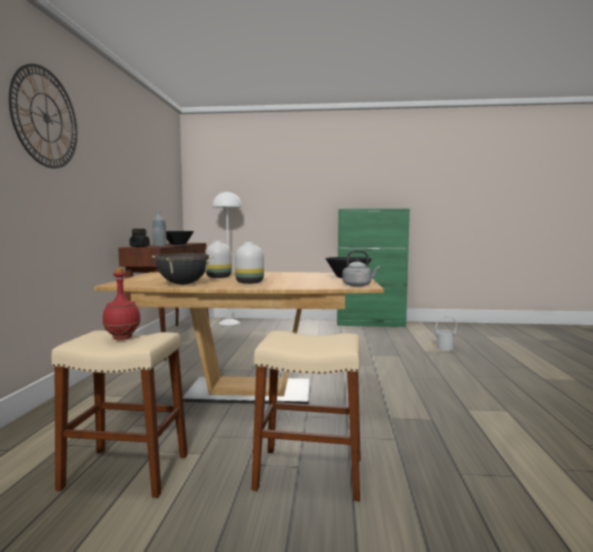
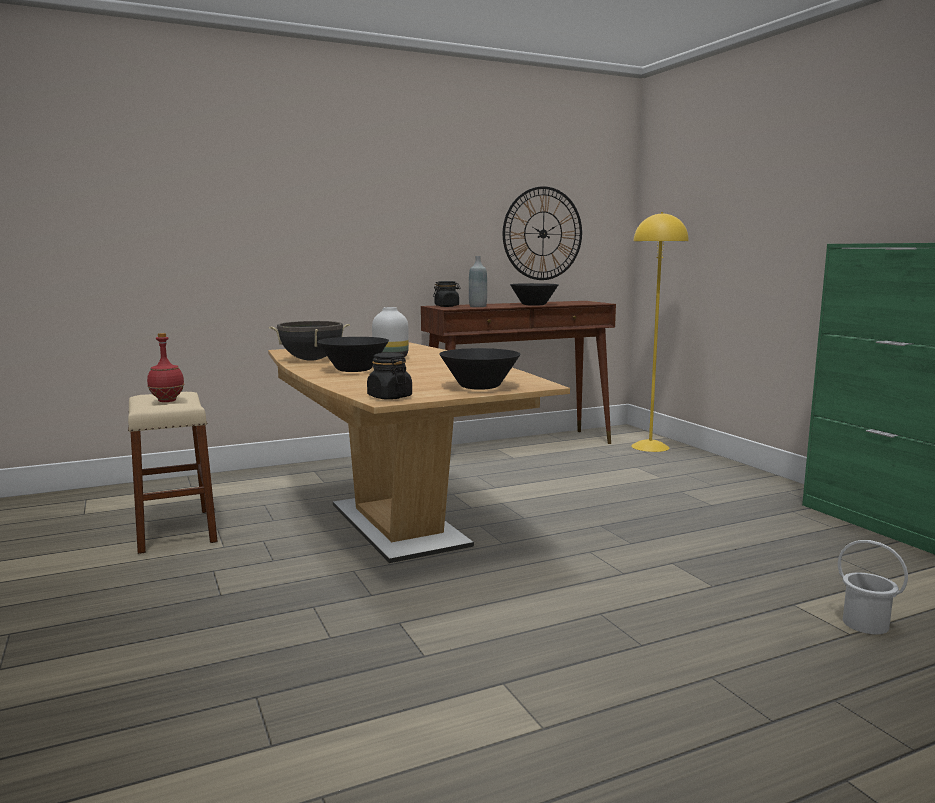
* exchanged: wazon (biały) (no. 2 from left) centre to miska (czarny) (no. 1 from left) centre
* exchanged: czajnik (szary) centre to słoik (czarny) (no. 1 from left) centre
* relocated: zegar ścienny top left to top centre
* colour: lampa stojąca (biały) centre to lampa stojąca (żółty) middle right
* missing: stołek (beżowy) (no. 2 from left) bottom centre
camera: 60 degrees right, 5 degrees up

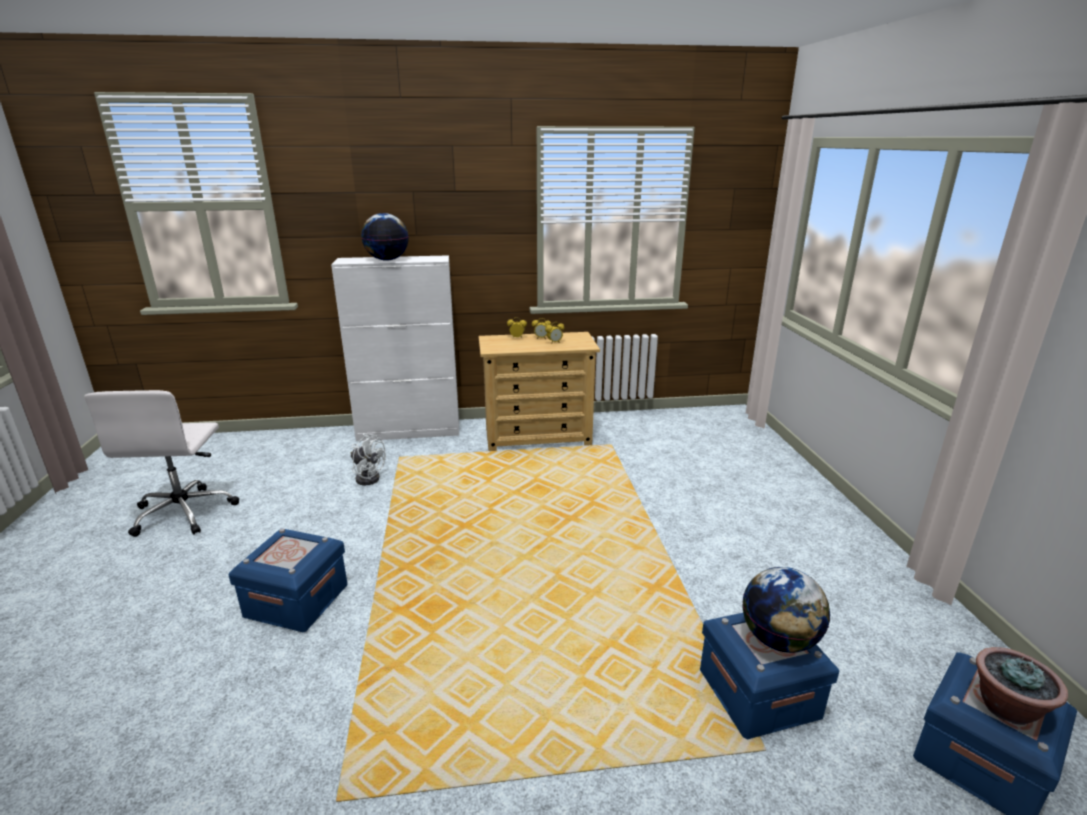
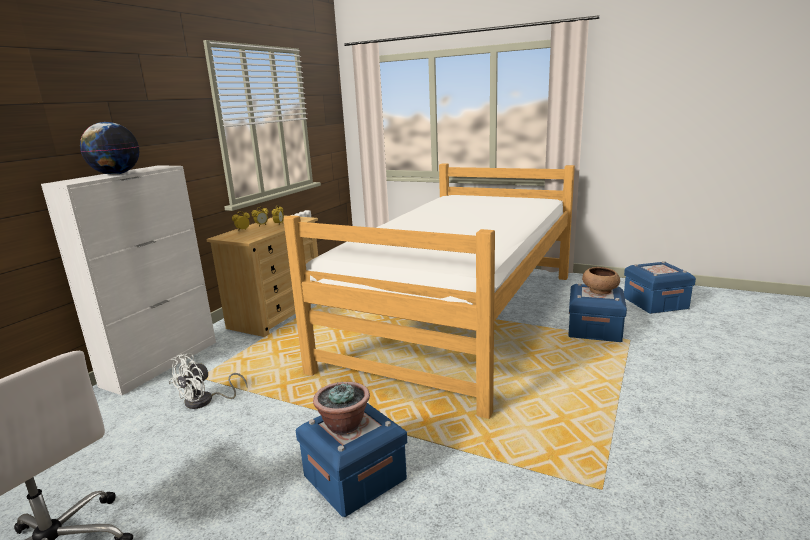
* spun: wentylator (biały) centre = bottom left 150 degrees clockwise
* appeared: łóżko centre
* relocated: roślina doniczkowa bottom right to bottom centre
* exchanged: globus (no. 2 from left) bottom right to miska (brązowy) middle right
camera: 55 degrees left, 5 degrees down

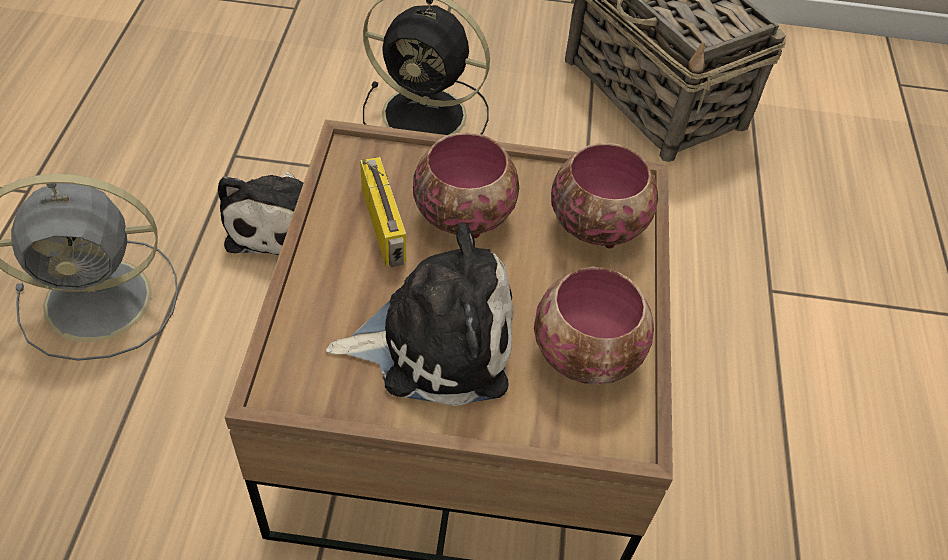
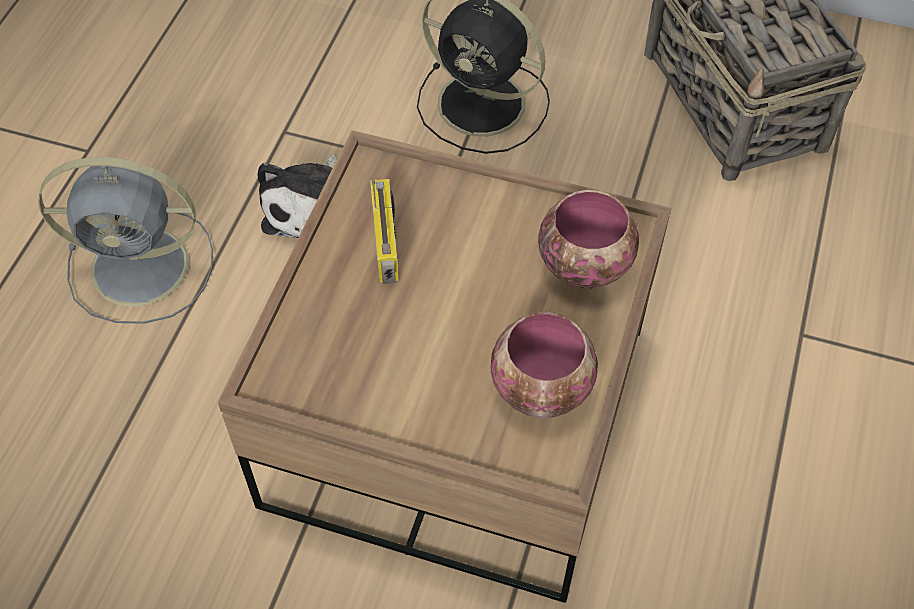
* missing: pluszak (no. 2 from left) centre
* missing: miska (no. 1 from left) top centre
camera: 15 degrees right, 5 degrees up

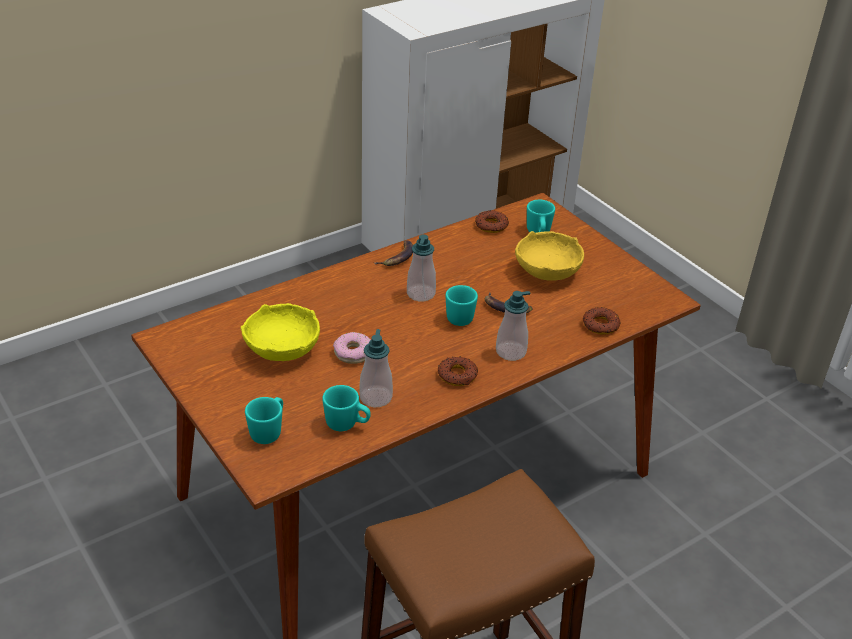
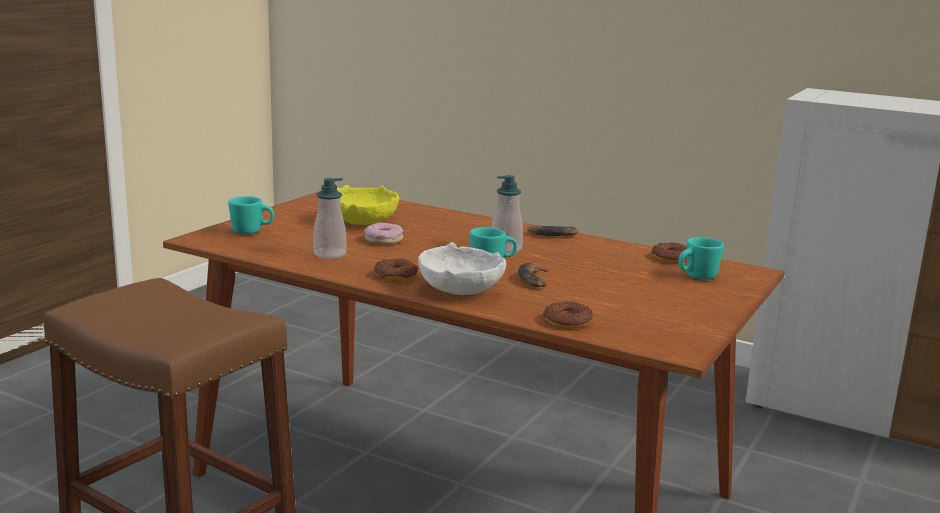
* exchanged: dozownik mydła (no. 3 from left) centre to miska (biały) centre
* missing: kubek (turkusowy) (no. 2 from left) centre
* missing: miska (żółty) (no. 2 from left) centre
camera: 65 degrees right, 20 degrees down

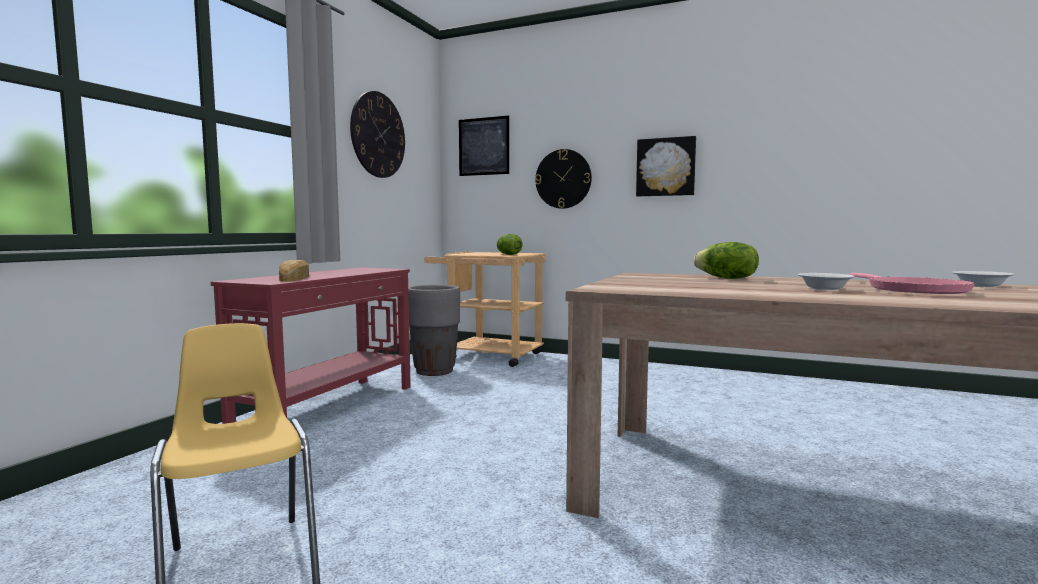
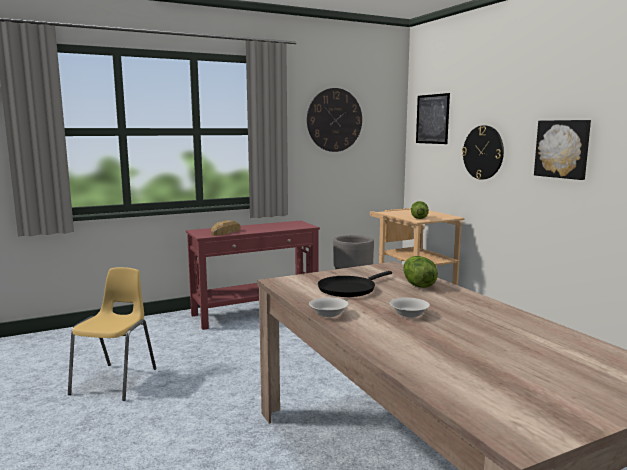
* relocated: miska (biały) (no. 2 from left in the first image) middle right to miska (biały) (no. 1 from left) centre
* appeared: patelnia (czarny) centre
* missing: patelnia (różowy) middle right
camera: 40 degrees right, 5 degrees up

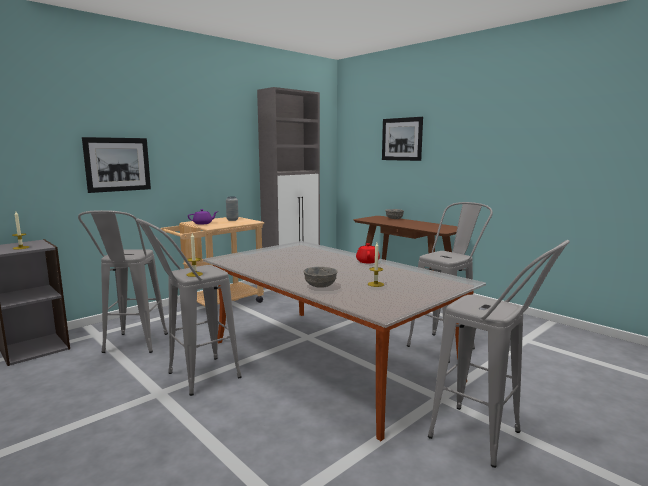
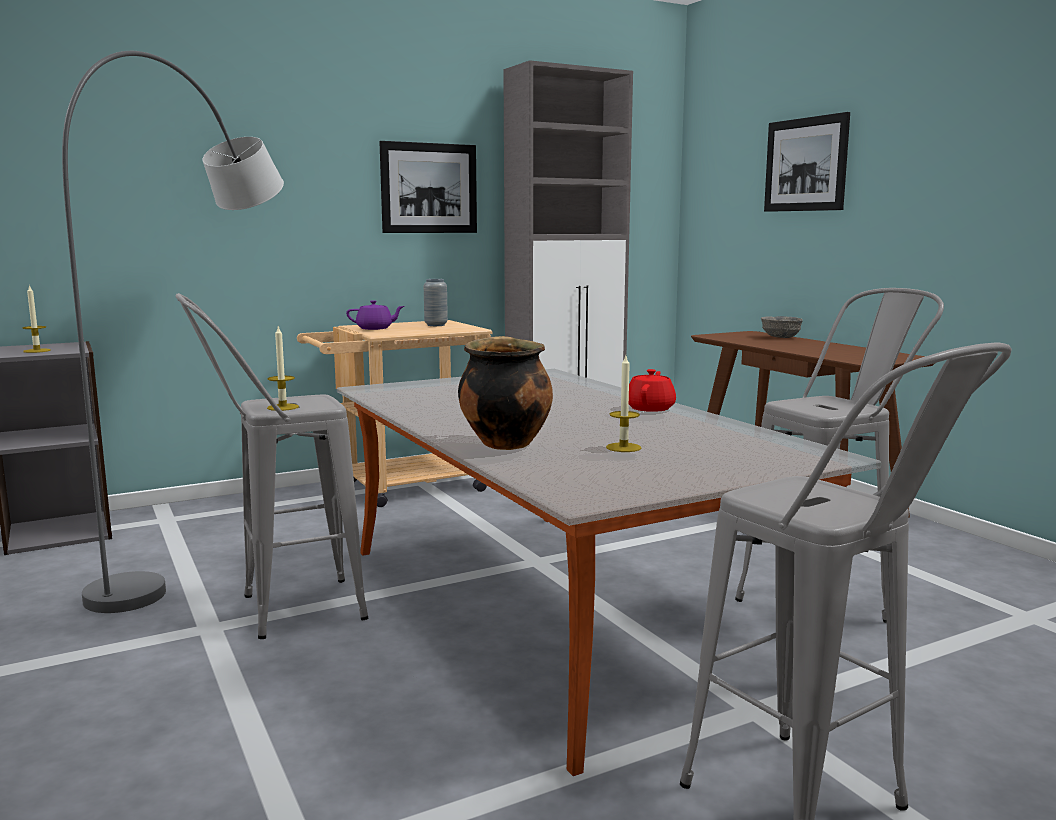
* exchanged: stołek (szary) (no. 1 from left) middle left to lampa stojąca (szary) middle left
* relocated: obraz (no. 1 from left) middle left to top centre
* exchanged: miska (szary) (no. 1 from left) centre to garnek centre
camera: 15 degrees right, 0 degrees up

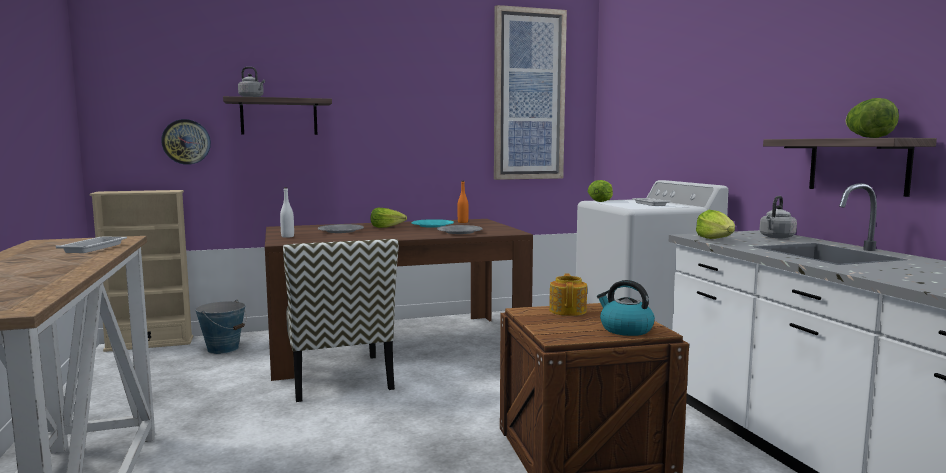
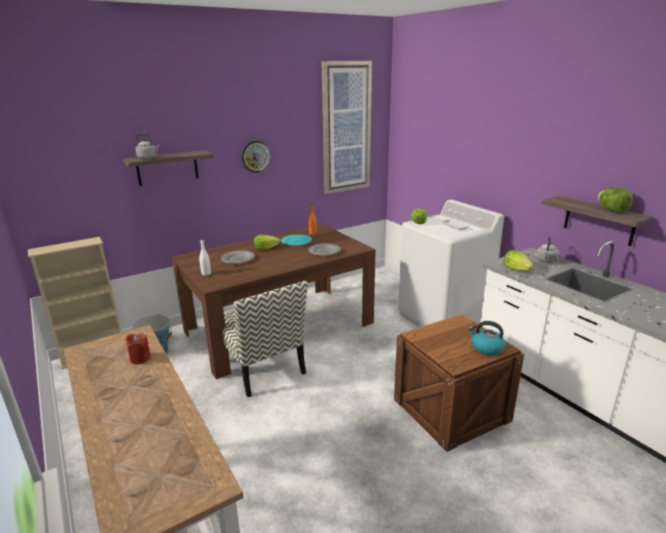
* exchanged: taca (biały) (no. 1 from left) middle left to świeca (czerwony) middle left
* relocated: zegar ścienny top left to top centre
* missing: imbryk centre
camera: 15 degrees left, 15 degrees up

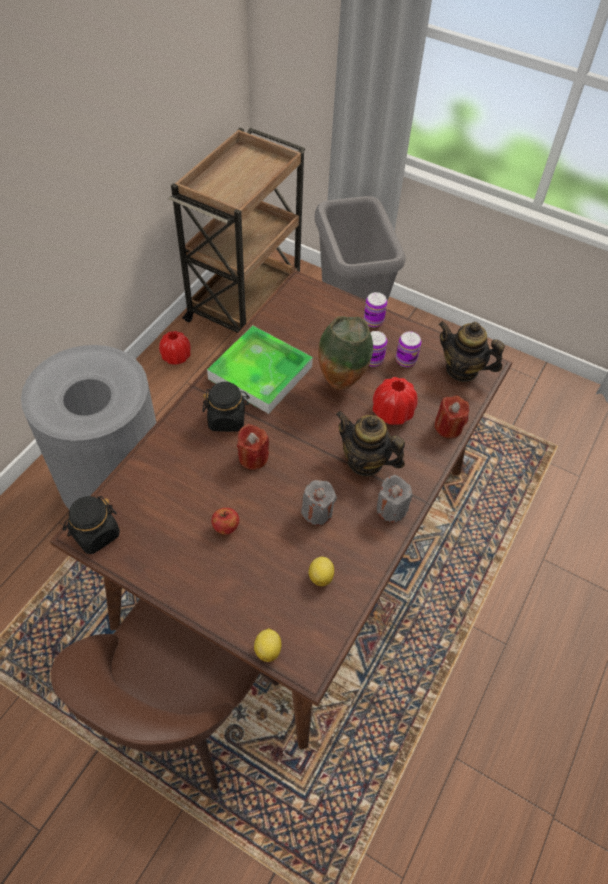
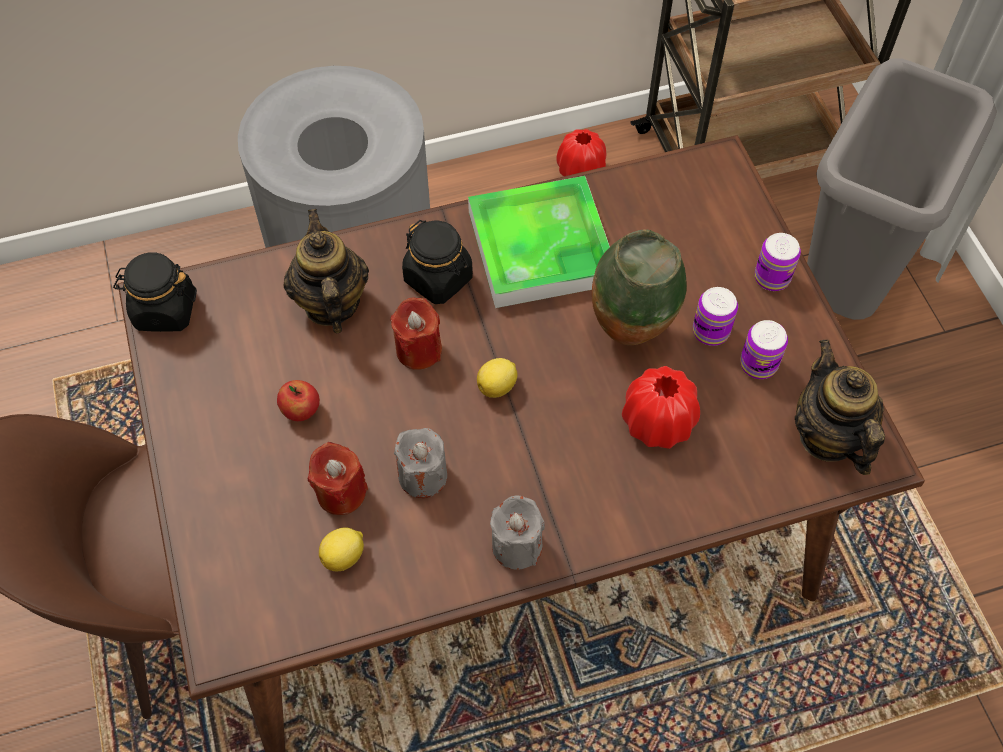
* relocated: imbryk (no. 1 from left) centre to middle left
* relocated: świeca (czerwony) (no. 2 from left in the first image) middle right to świeca (czerwony) (no. 1 from left) centre
* relocated: cytryna (no. 1 from left in the first image) bottom centre to cytryna (no. 2 from left) centre
camera: 45 degrees right, 5 degrees up

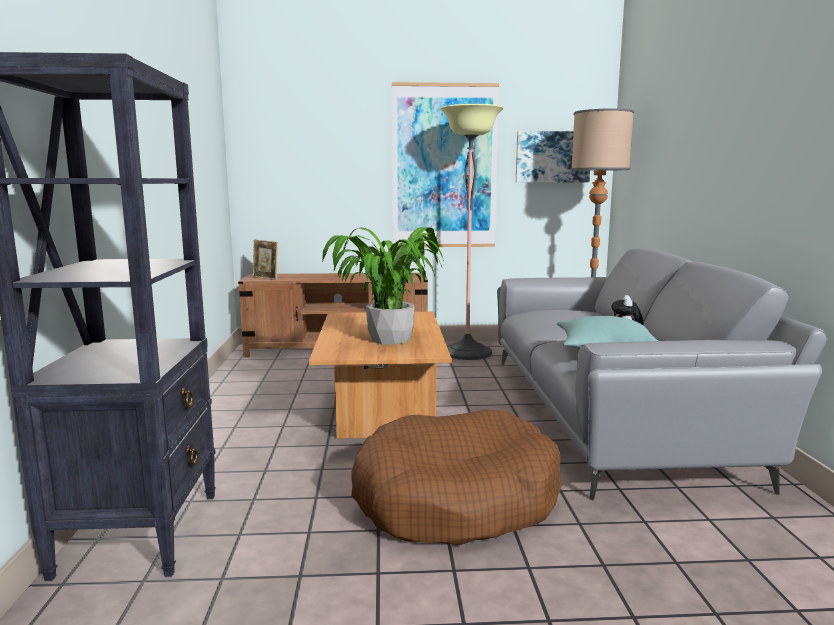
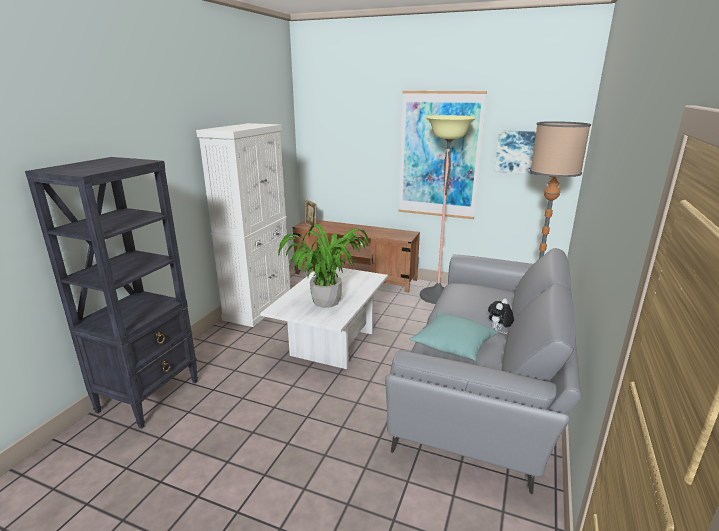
* appeared: szafka (biały) centre
* colour: ława (brązowy) centre to ława (biały) centre
* missing: legowisko (brązowy) bottom centre
camera: 25 degrees right, 10 degrees up

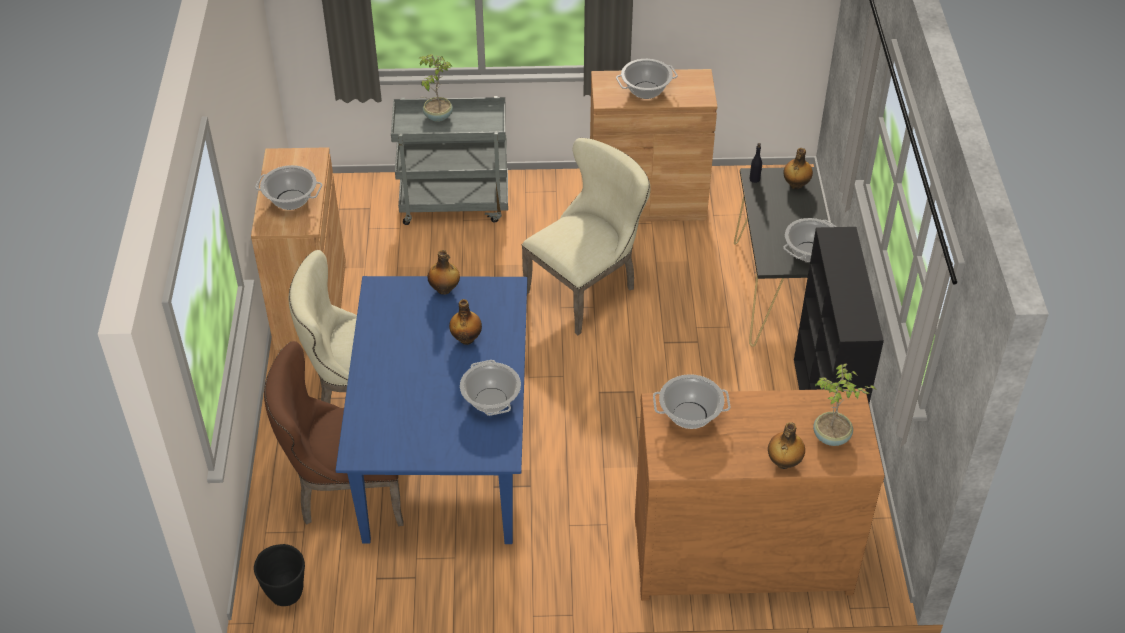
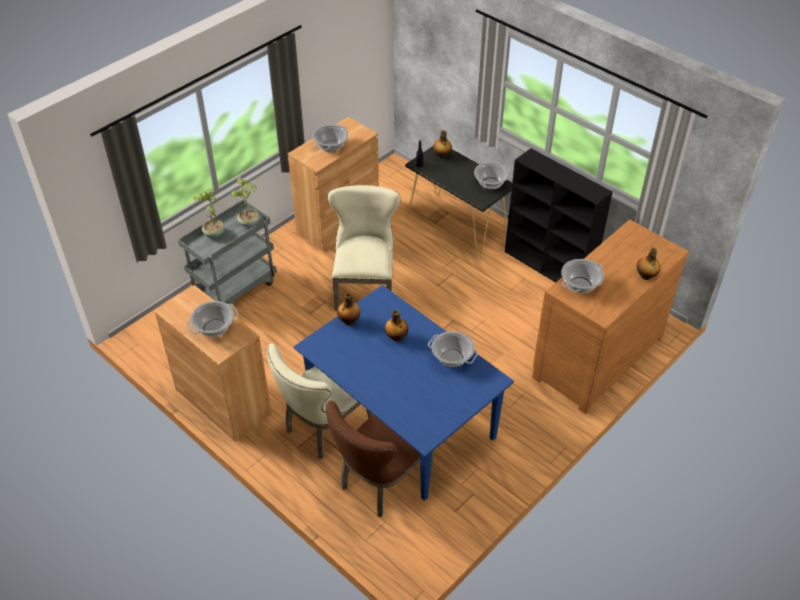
* relocated: roślina doniczkowa (no. 2 from left) middle right to middle left
* missing: donica (czarny) bottom left
camera: 45 degrees left, 0 degrees up

